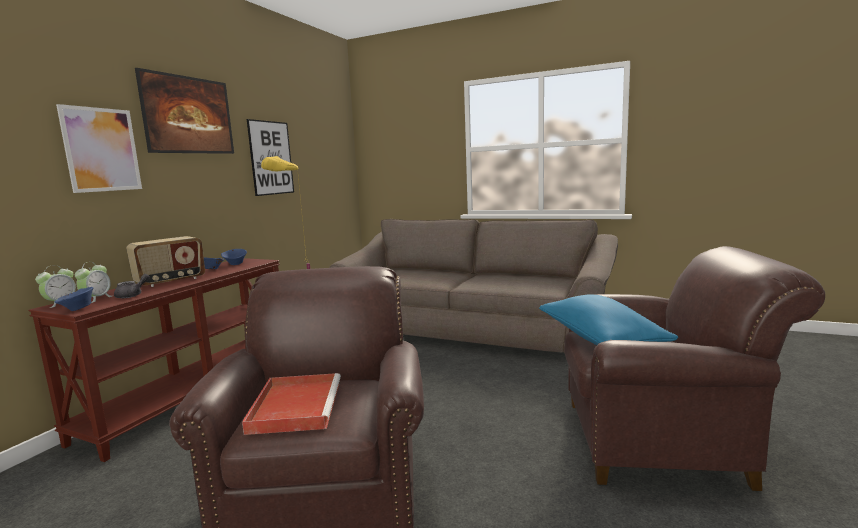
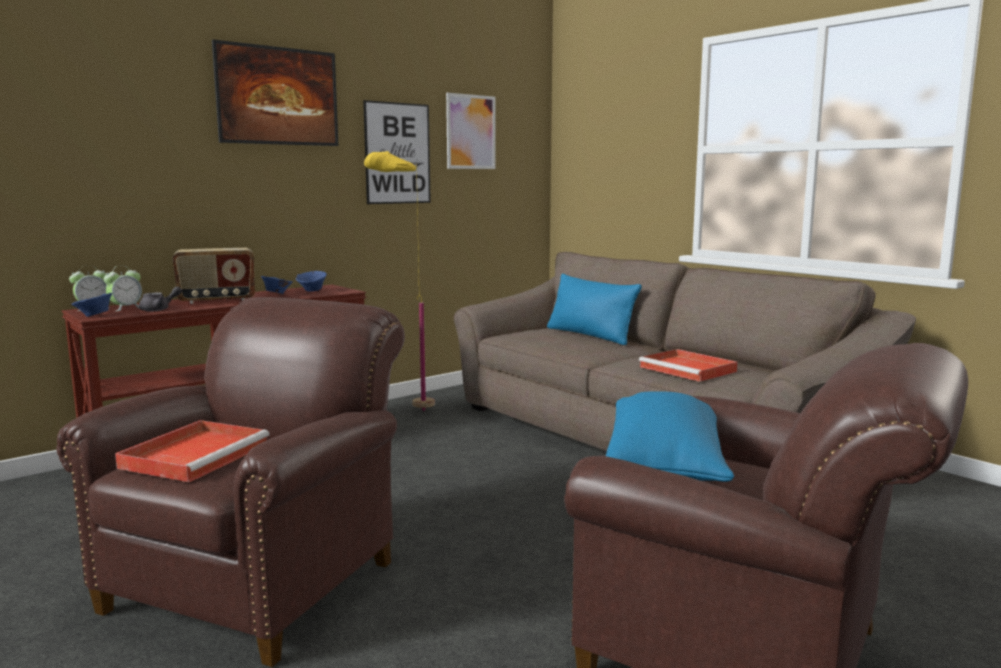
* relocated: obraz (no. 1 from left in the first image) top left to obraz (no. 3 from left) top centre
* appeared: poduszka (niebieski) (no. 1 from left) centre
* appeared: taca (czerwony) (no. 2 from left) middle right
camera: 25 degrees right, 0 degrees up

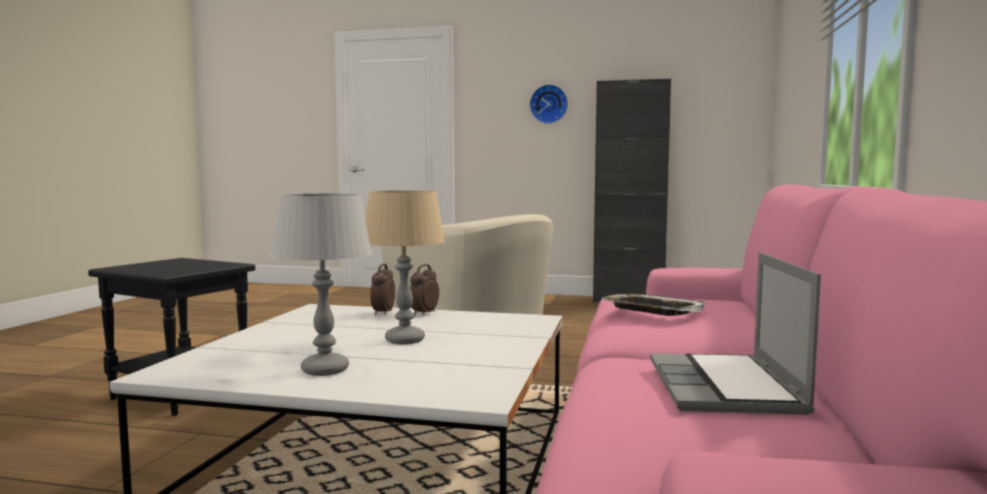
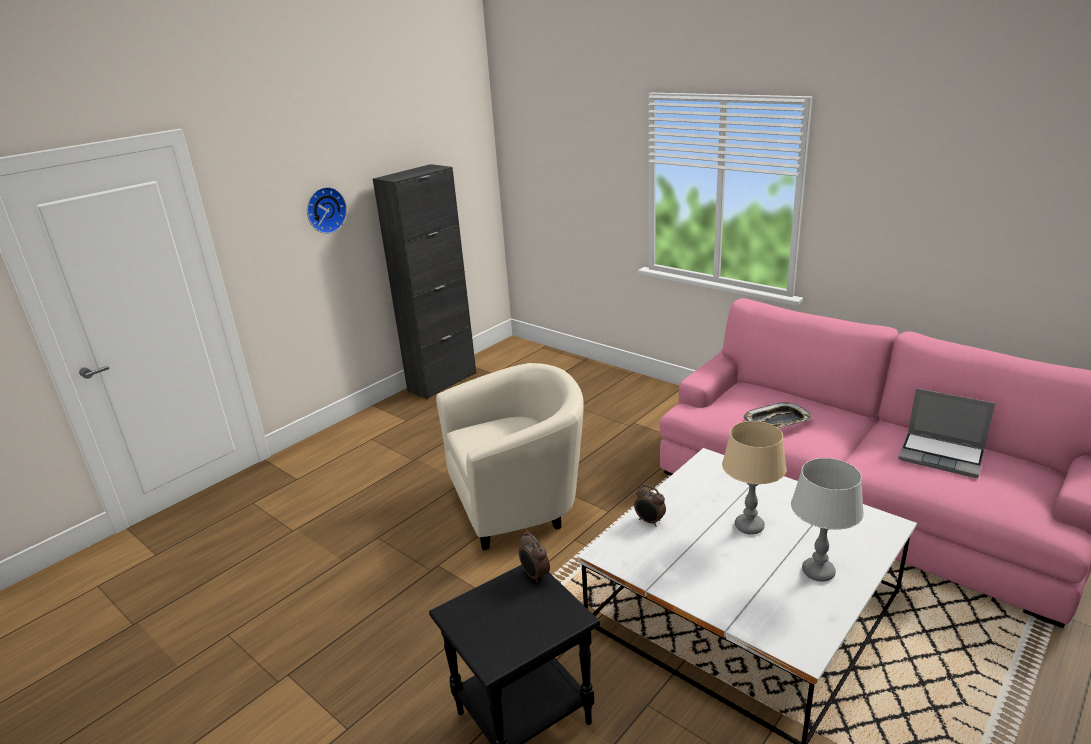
* relocated: budzik (no. 2 from left in the first image) centre to budzik (no. 1 from left) bottom centre
camera: 60 degrees left, 20 degrees up

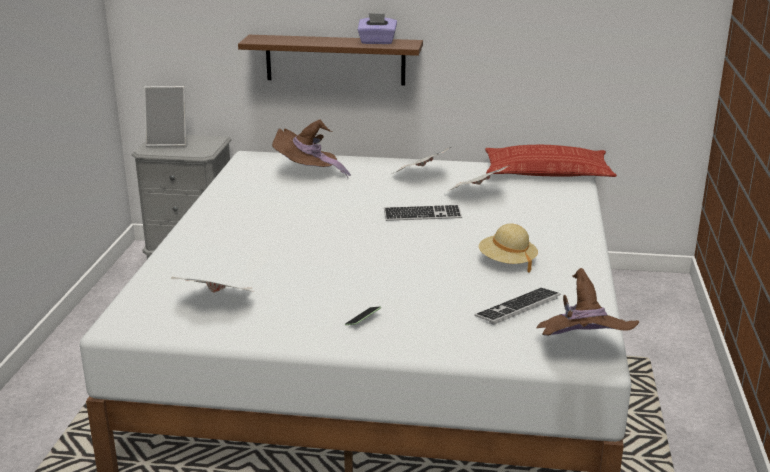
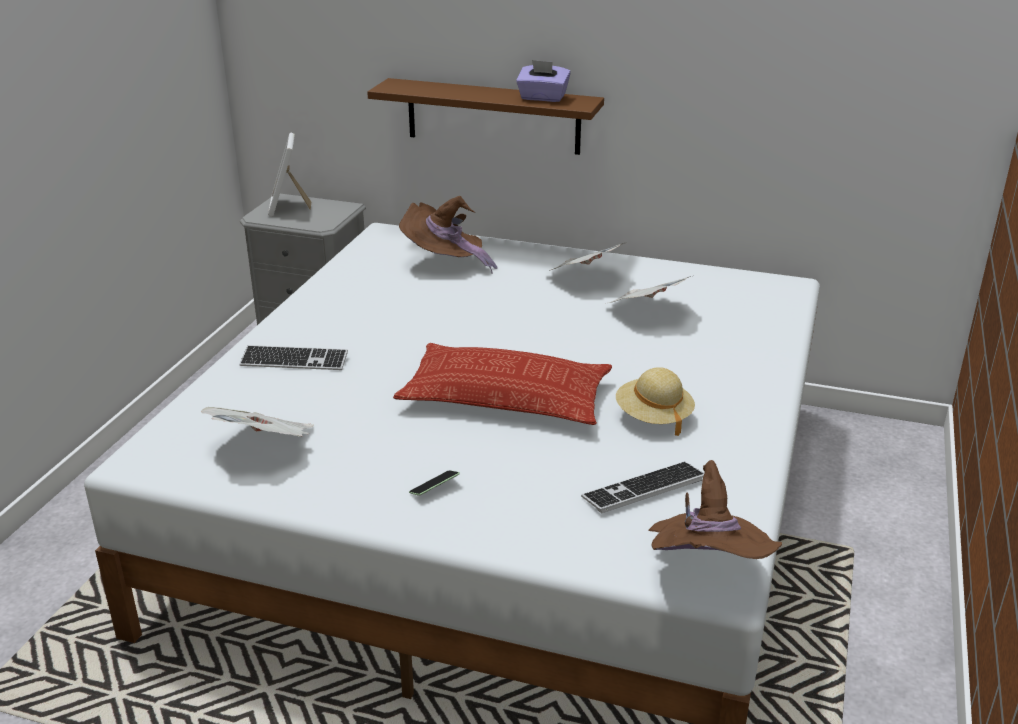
* relocated: klawiatura (no. 1 from left) centre to middle left
* spun: ramka na zdjęcie top left = top left 75 degrees clockwise
* relocated: poduszka middle right to centre
camera: 10 degrees right, 5 degrees up

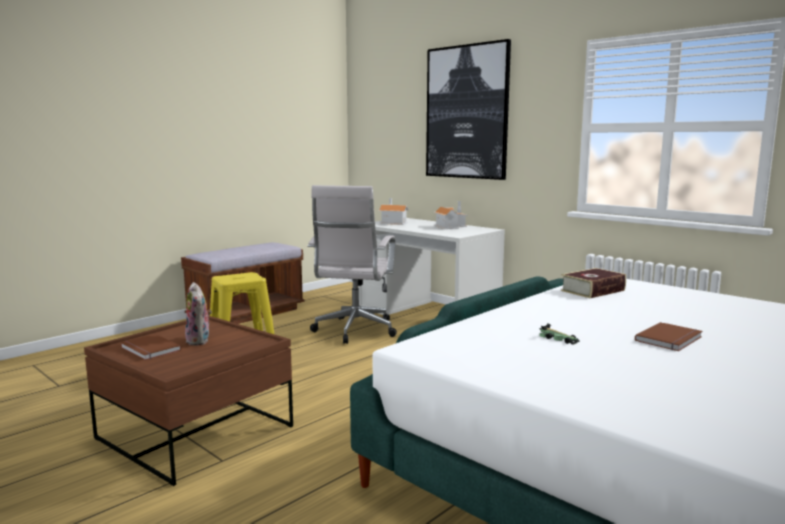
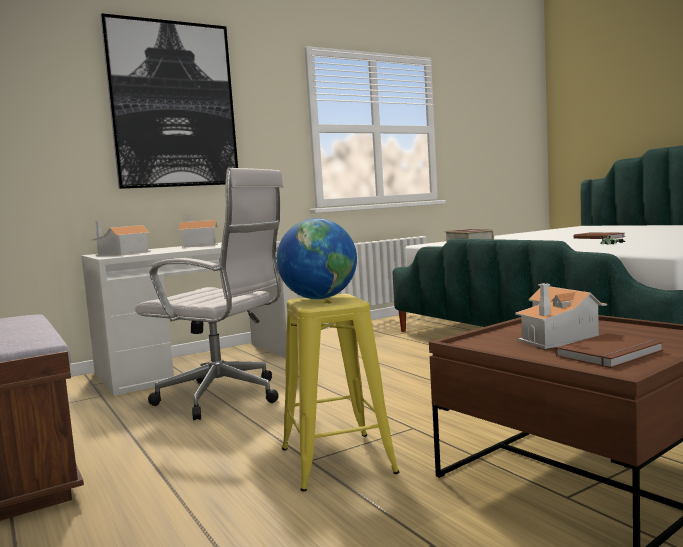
* appeared: globus centre
* exchanged: pluszak middle left to domek (no. 3 from left) middle right
camera: 75 degrees left, 5 degrees down

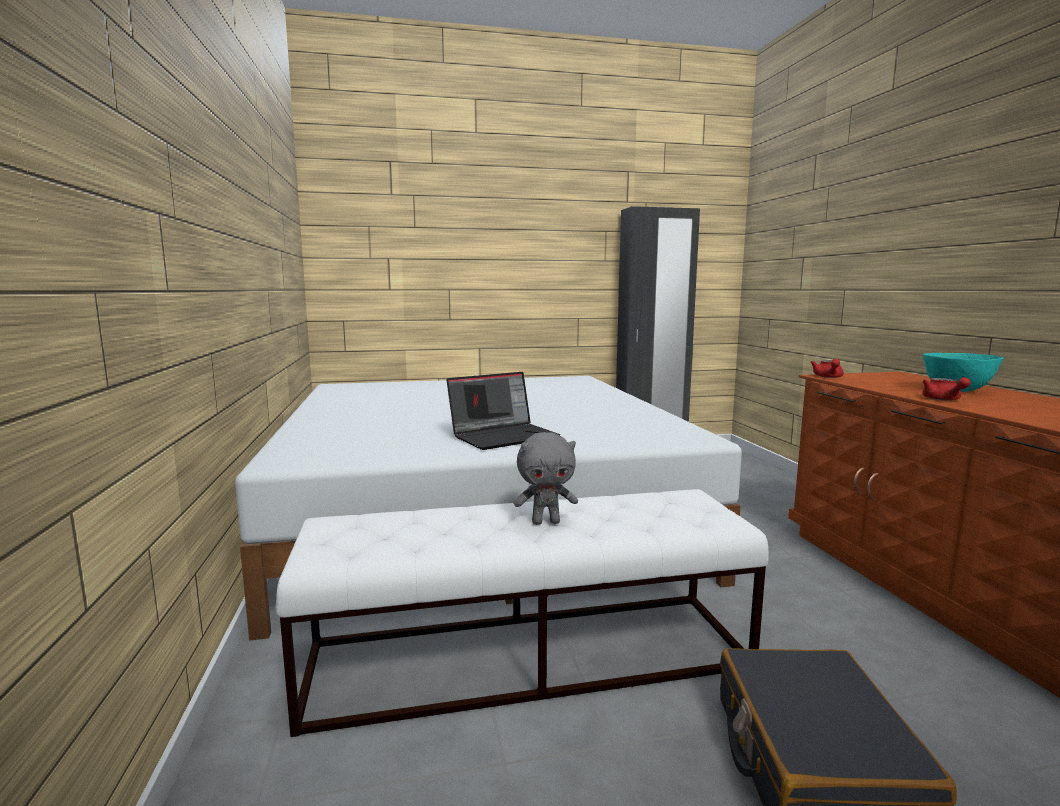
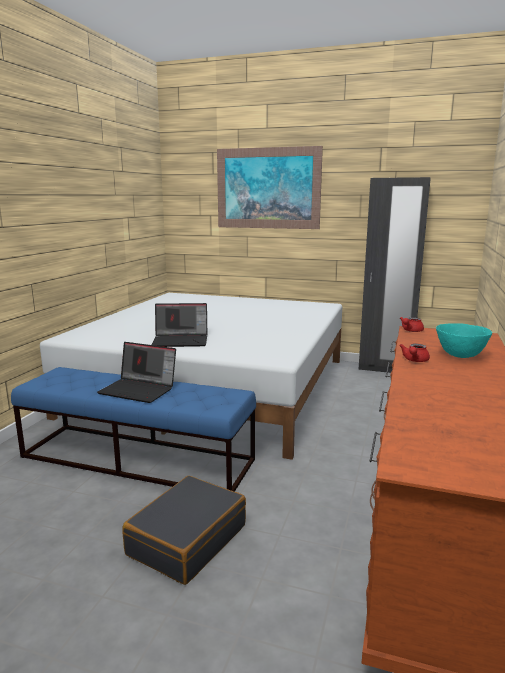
* colour: ławka (biały) bottom centre to ławka (niebieski) middle left
* exchanged: pluszak (szary) centre to laptop (no. 1 from left) middle left
* appeared: obraz top centre
camera: 30 degrees right, 5 degrees up

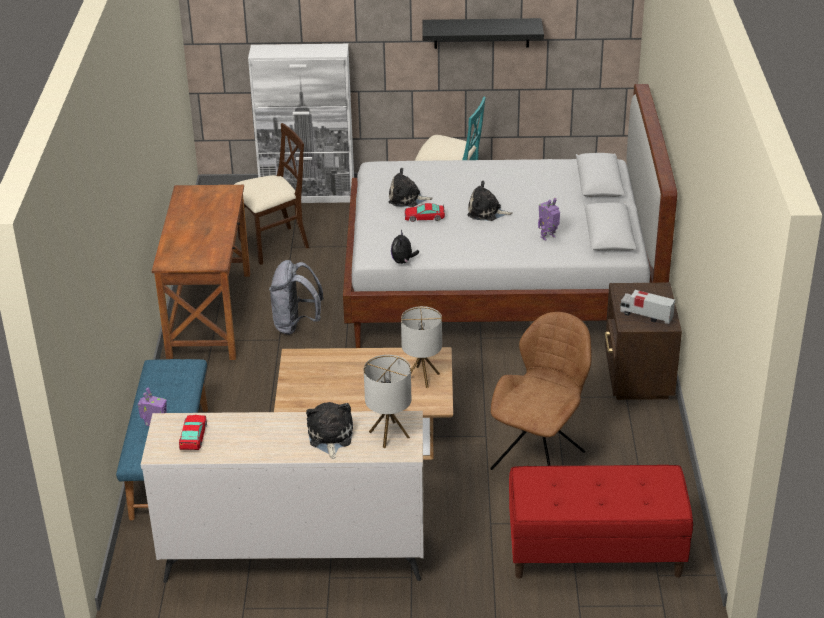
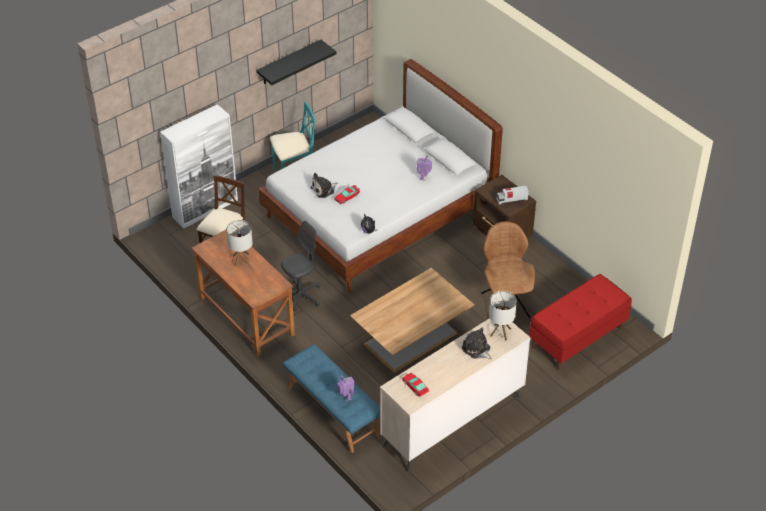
* relocated: lampa stołowa (no. 2 from left in the first image) centre to lampa stołowa (no. 1 from left) middle left
* exchanged: plecak (szary) centre to krzesło biurowe (szary) centre
* missing: pluszak (no. 4 from left) top centre
camera: 40 degrees left, 10 degrees up

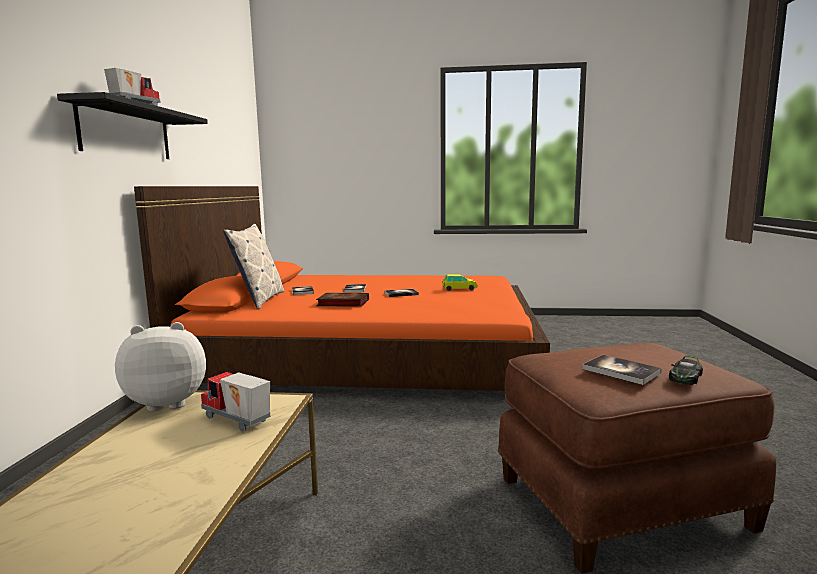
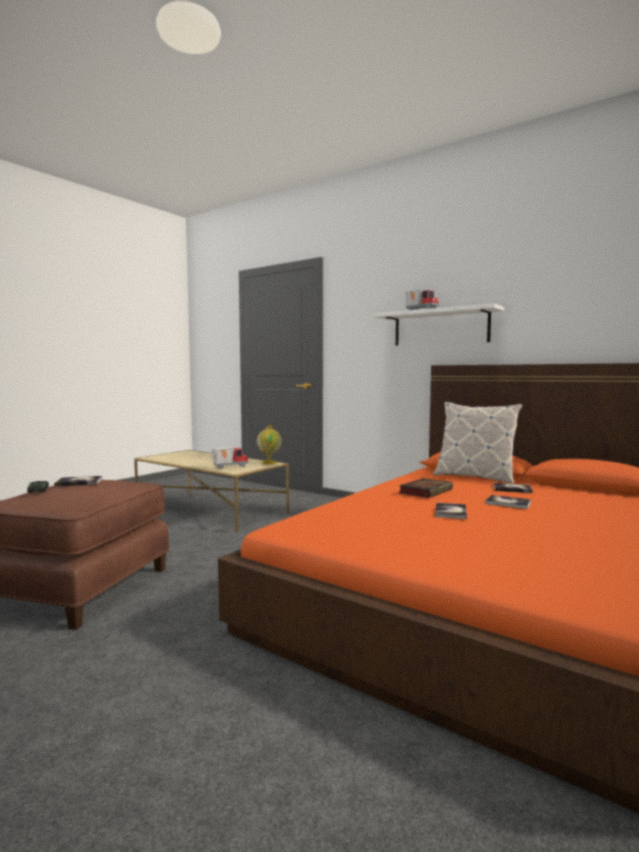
* exchanged: pluszak middle left to globus centre
* colour: półka (czarny) top left to półka (biały) middle right
* missing: samochodzik (no. 1 from left) centre
camera: 120 degrees right, 5 degrees down

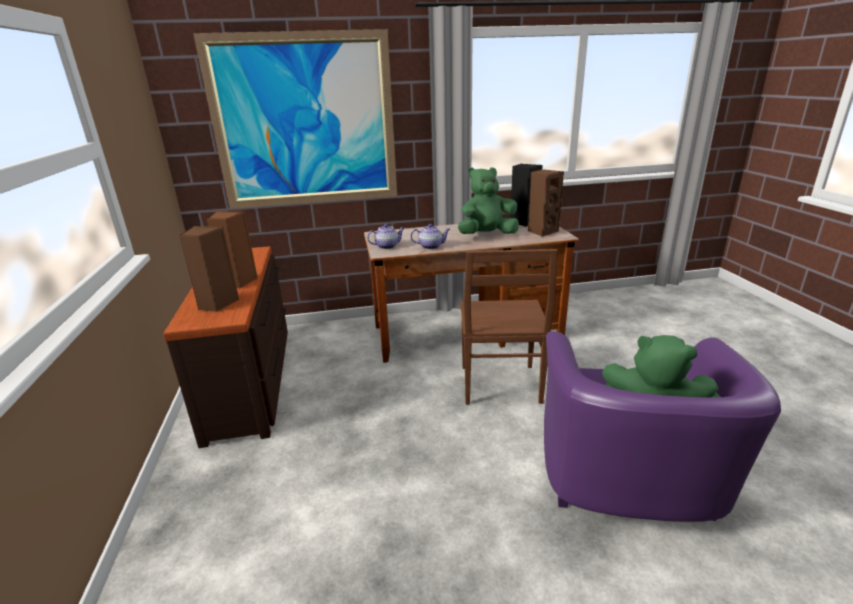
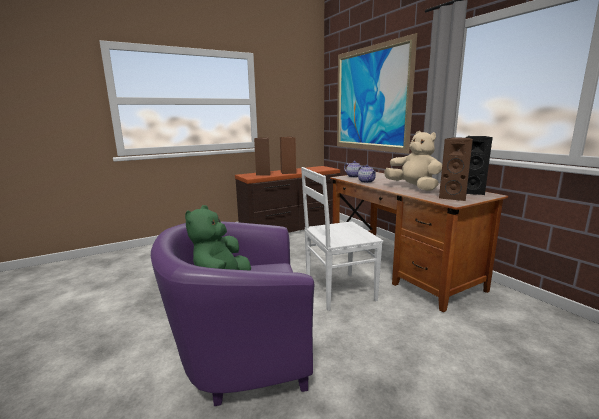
* colour: krzesło (brązowy) centre to krzesło (biały) centre
* colour: pluszak (zielony) (no. 1 from left) top centre to pluszak (beżowy) middle right
camera: 70 degrees right, 10 degrees down

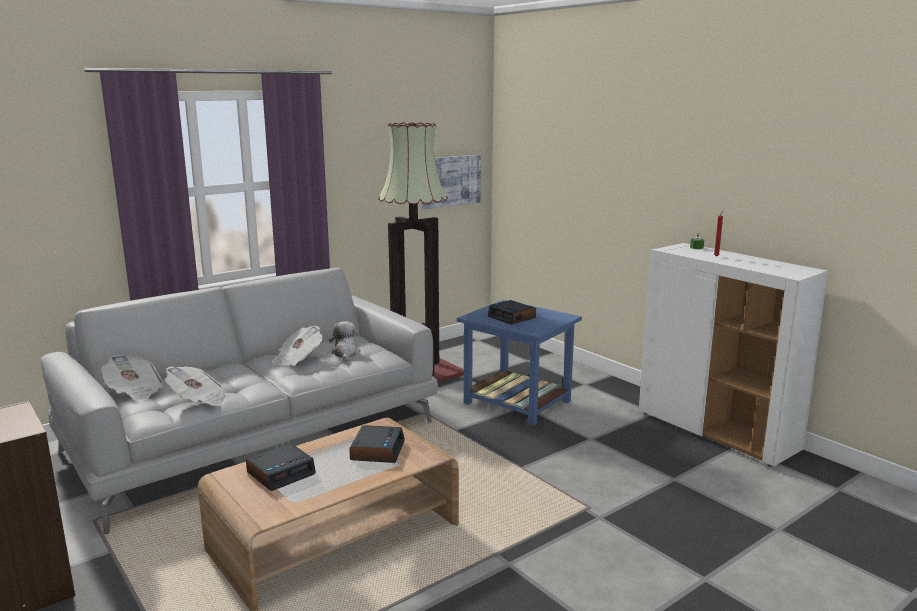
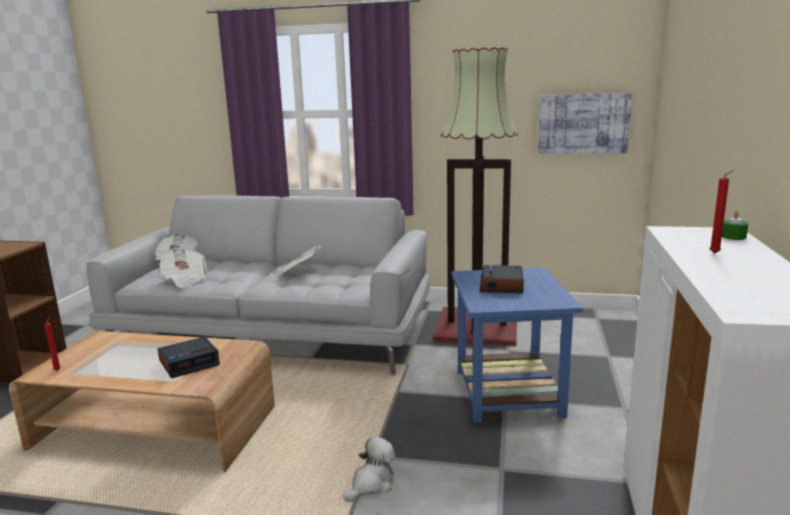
* appeared: świeca (czerwony) (no. 1 from left) middle left
* relocated: pluszak centre to bottom centre
* missing: budzik (no. 1 from left) bottom left
camera: 50 degrees right, 0 degrees up

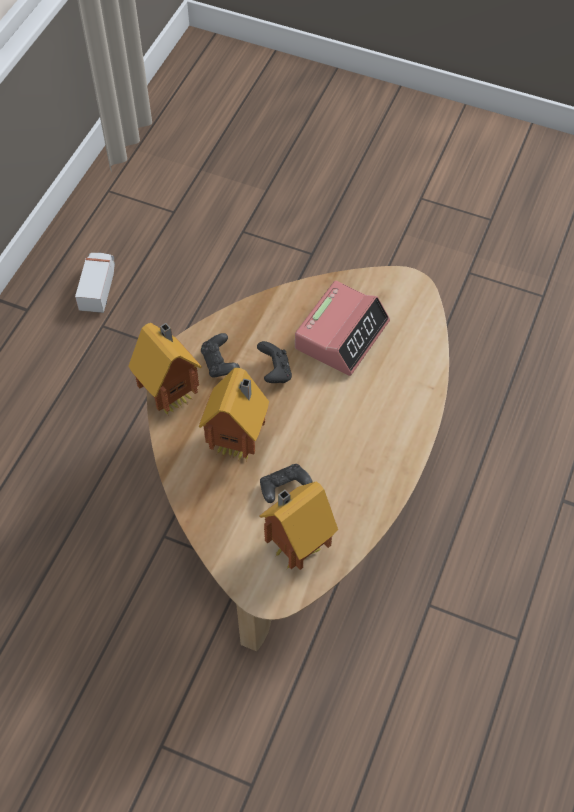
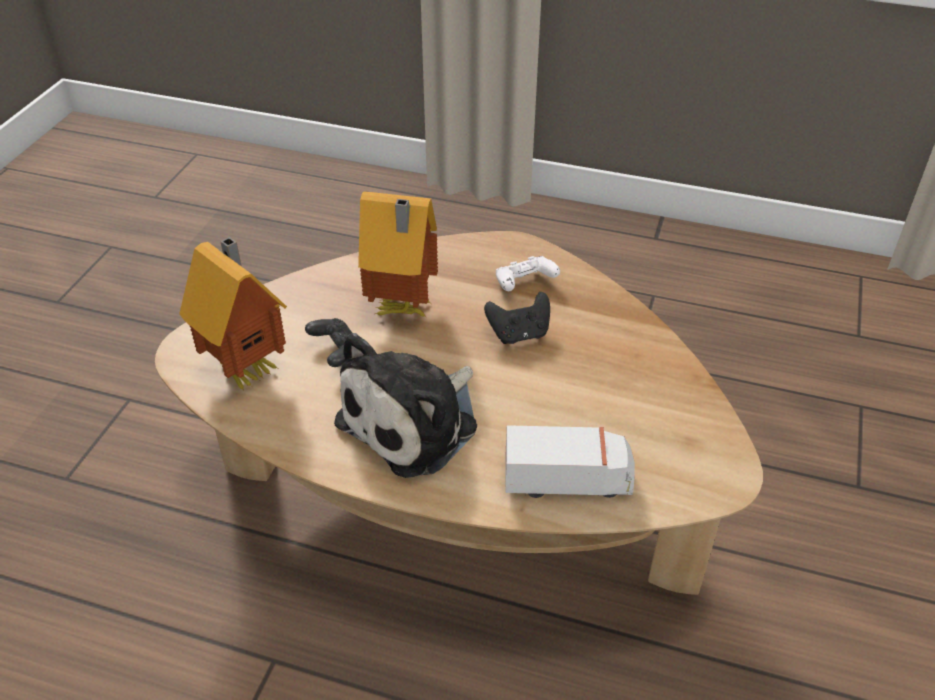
* appeared: pluszak centre
* colour: pad do gier (czarny) (no. 1 from left) centre to pad do gier (biały) centre
* relocated: ciężarówka zabawkowa middle left to centre
* missing: domek (no. 1 from left) middle left
* missing: budzik centre
camera: 85 degrees right, 15 degrees down

